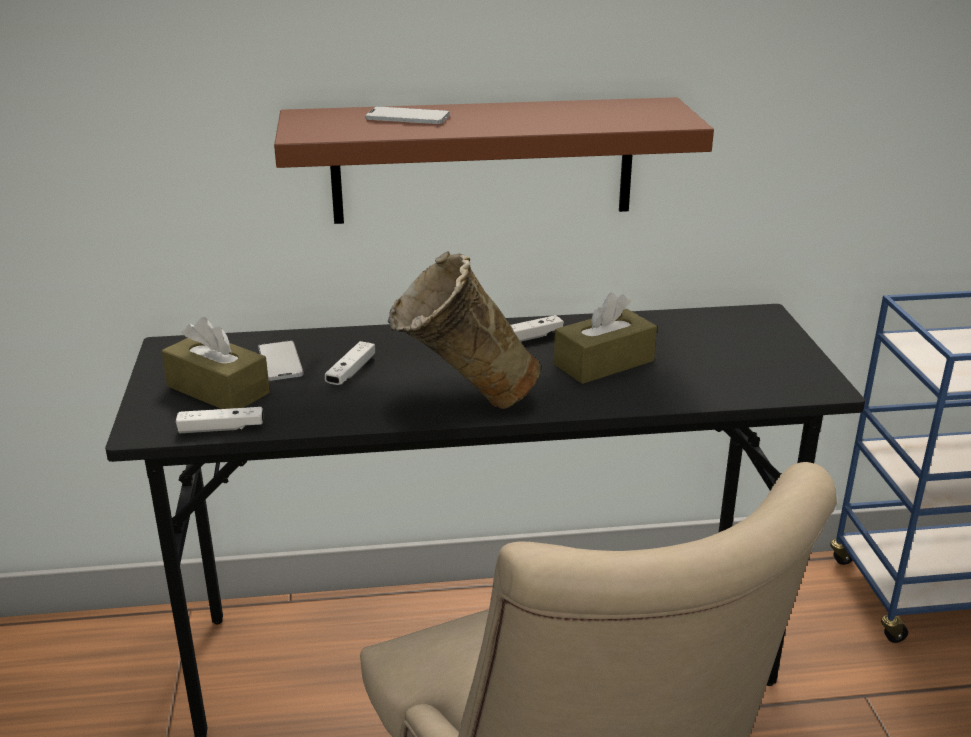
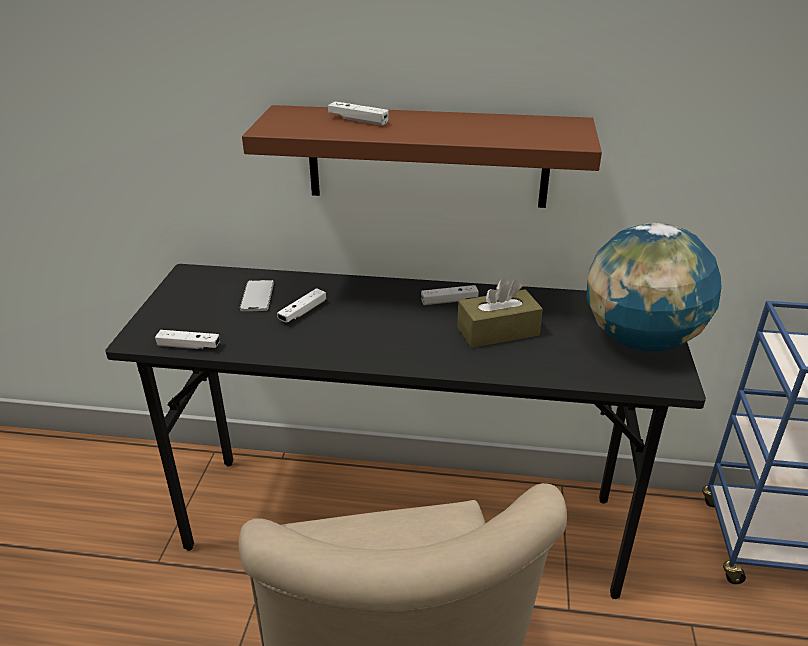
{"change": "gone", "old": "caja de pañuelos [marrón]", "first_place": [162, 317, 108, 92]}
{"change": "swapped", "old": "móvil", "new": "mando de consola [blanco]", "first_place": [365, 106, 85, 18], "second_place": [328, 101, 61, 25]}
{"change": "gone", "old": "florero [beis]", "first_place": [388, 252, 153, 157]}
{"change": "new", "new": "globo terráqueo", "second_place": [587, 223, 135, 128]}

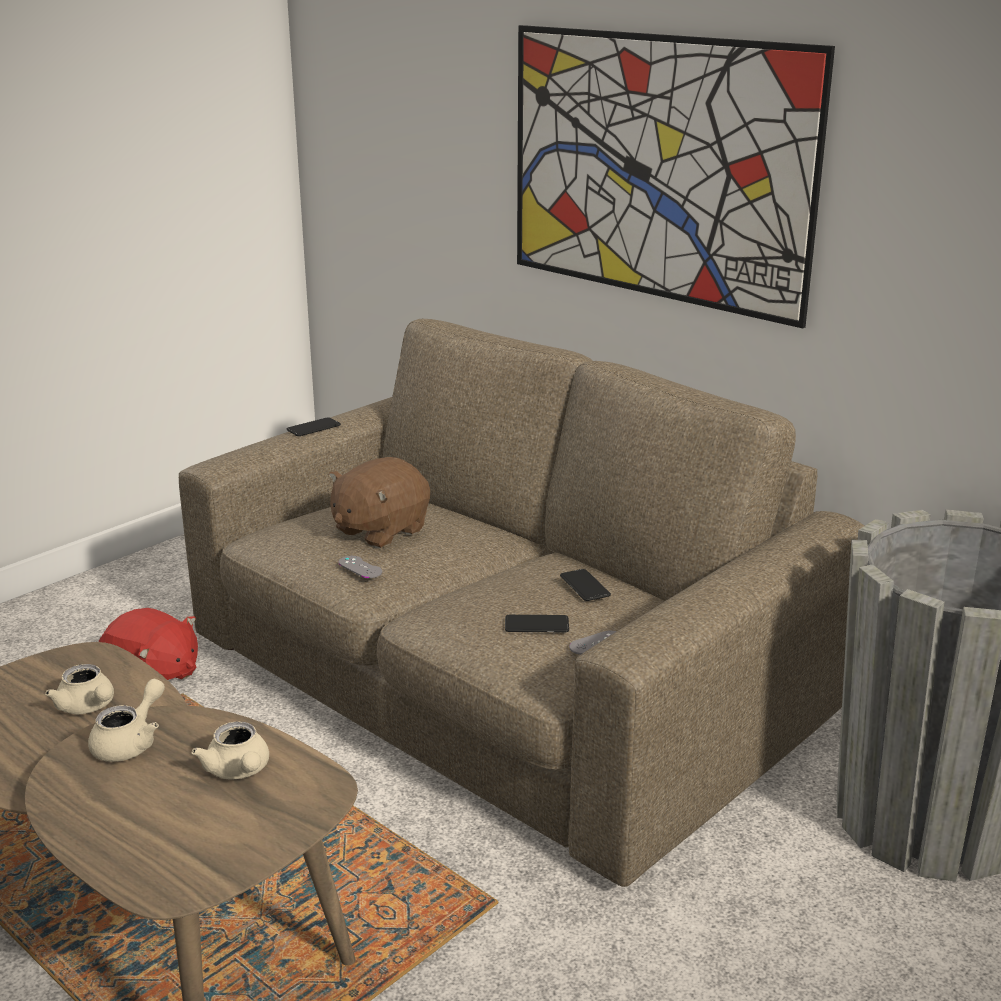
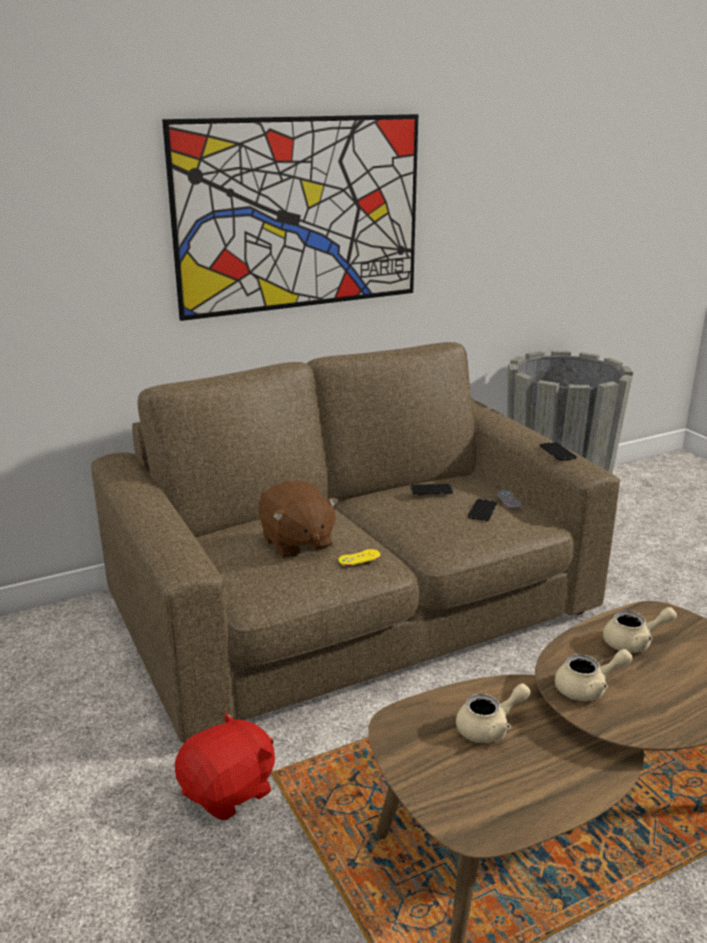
{"change": "rotated", "old": "tetera [beis]", "first_place": [88, 679, 77, 83], "second_place": [555, 649, 77, 52], "degrees": 120}
{"change": "shifted", "old": "móvil", "first_place": [286, 417, 55, 19], "second_place": [539, 442, 38, 19]}
{"change": "repainted", "old": "mando de consola [gris]", "new": "mando de consola [amarillo]", "first_place": [339, 556, 43, 22], "second_place": [338, 549, 43, 17]}

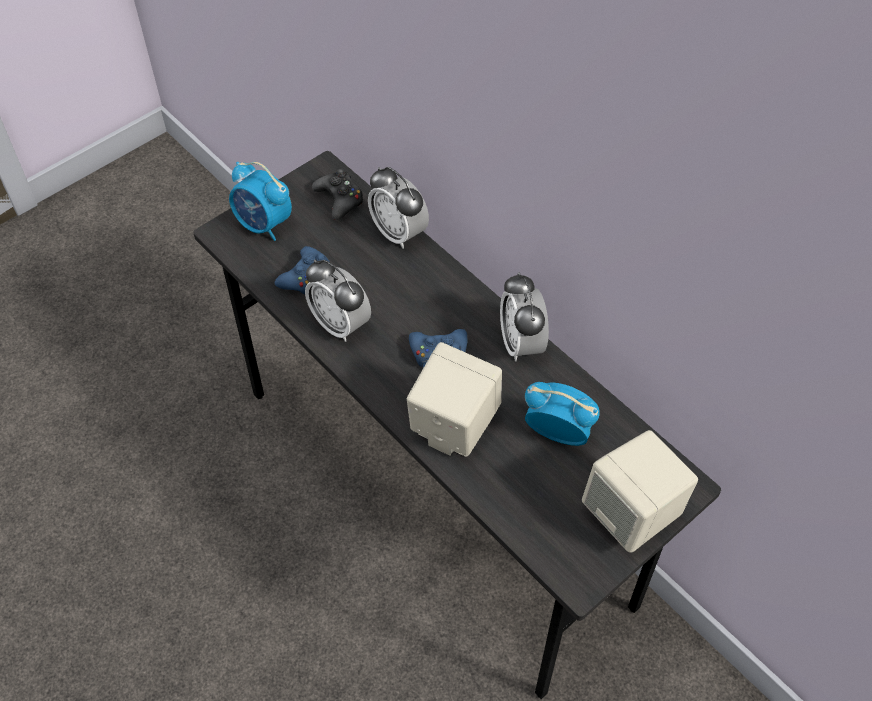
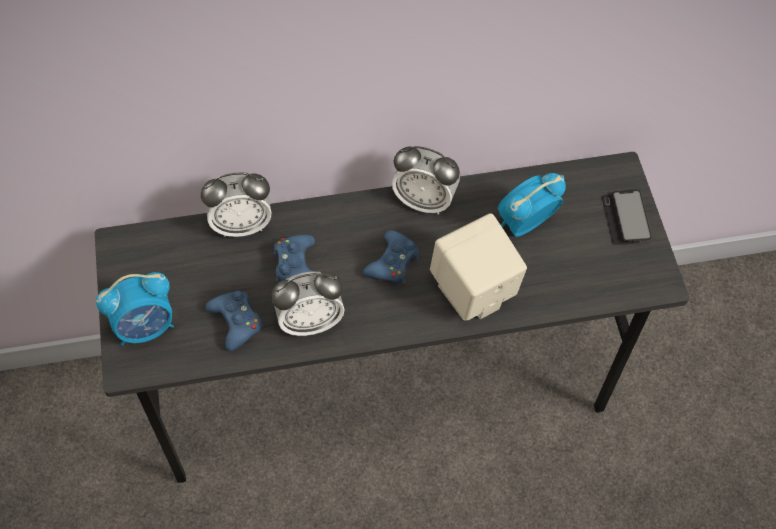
{"change": "gone", "old": "mando de consola [negro]", "first_place": [312, 169, 52, 51]}
{"change": "swapped", "old": "altavoz [beis]", "new": "móvil", "first_place": [582, 430, 116, 122], "second_place": [601, 190, 51, 55]}
{"change": "new", "new": "mando de consola [azul]", "second_place": [274, 235, 41, 47]}

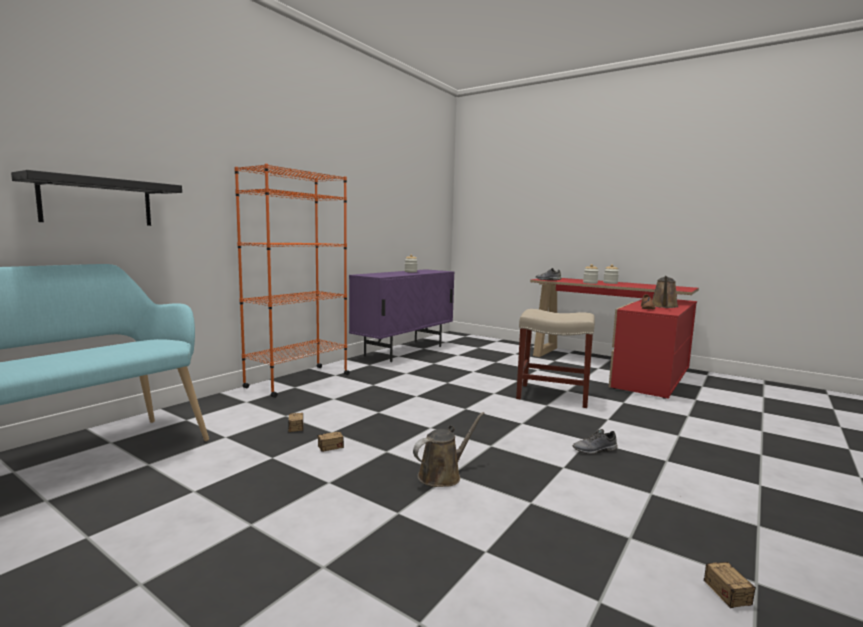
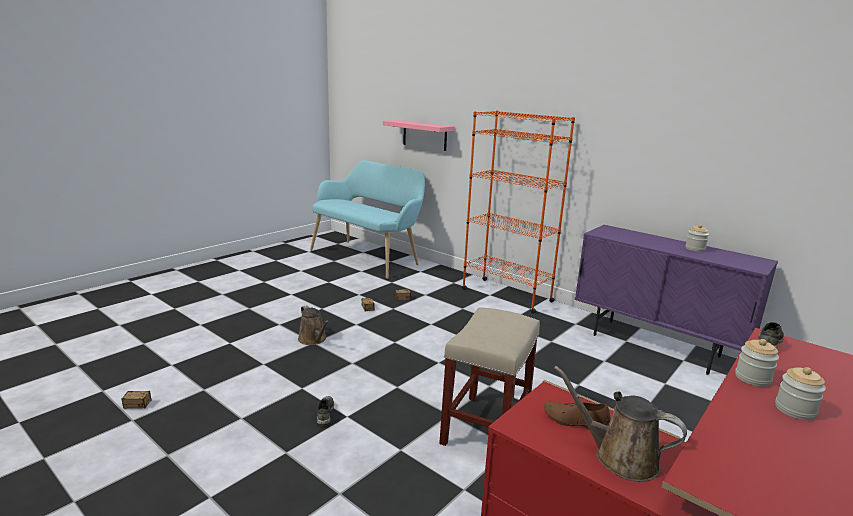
{"change": "repainted", "old": "estante [negro]", "new": "estante [rosa]", "first_place": [11, 170, 171, 56], "second_place": [383, 120, 72, 31]}

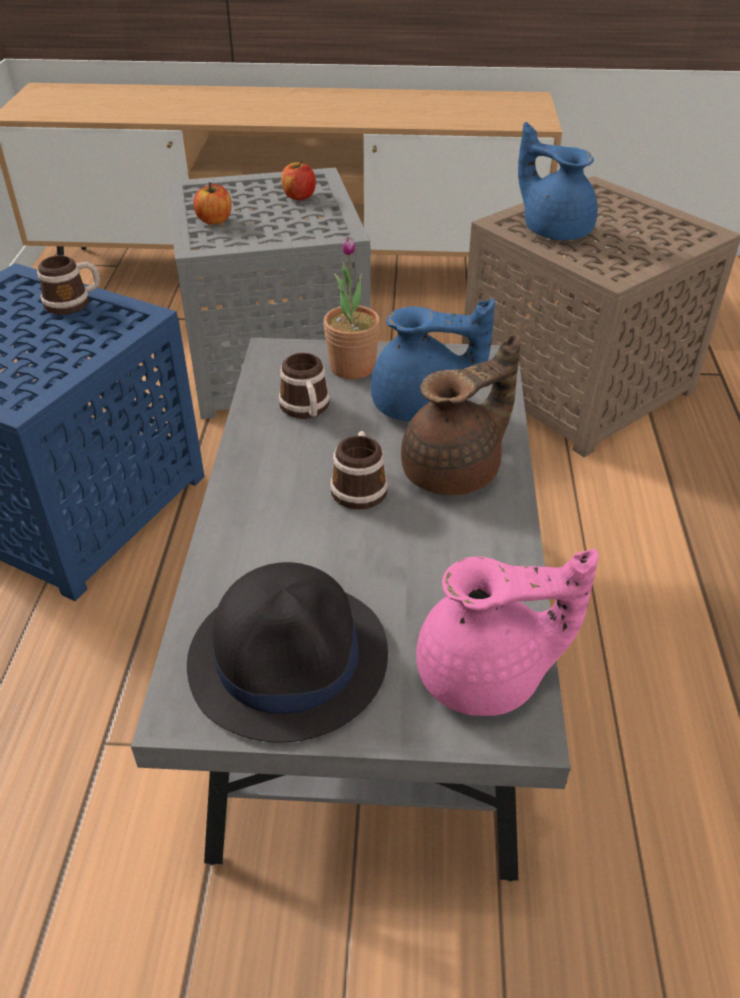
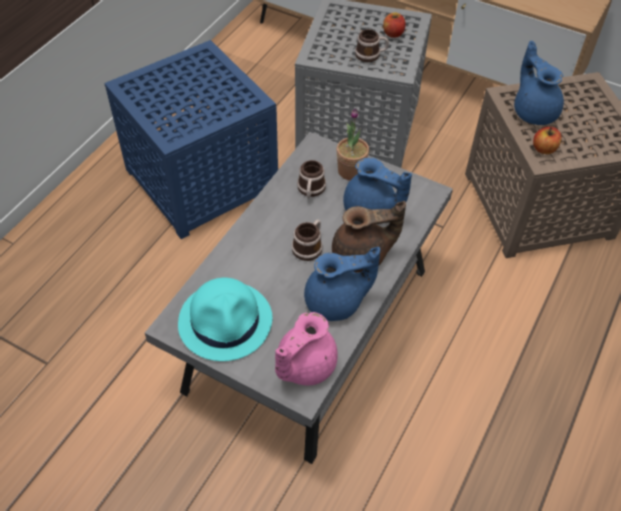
{"change": "shifted", "old": "taza grande", "first_place": [37, 255, 63, 60], "second_place": [355, 29, 34, 33]}
{"change": "repainted", "old": "sombrero [negro]", "new": "sombrero [turquesa]", "first_place": [187, 562, 201, 180], "second_place": [178, 278, 94, 83]}
{"change": "shifted", "old": "manzana", "first_place": [194, 182, 37, 43], "second_place": [533, 127, 29, 27]}
{"change": "rotated", "old": "tetera [rosa]", "first_place": [416, 549, 182, 167], "second_place": [275, 312, 63, 73], "degrees": 105}
{"change": "new", "new": "tetera [azul]", "second_place": [304, 247, 76, 74]}

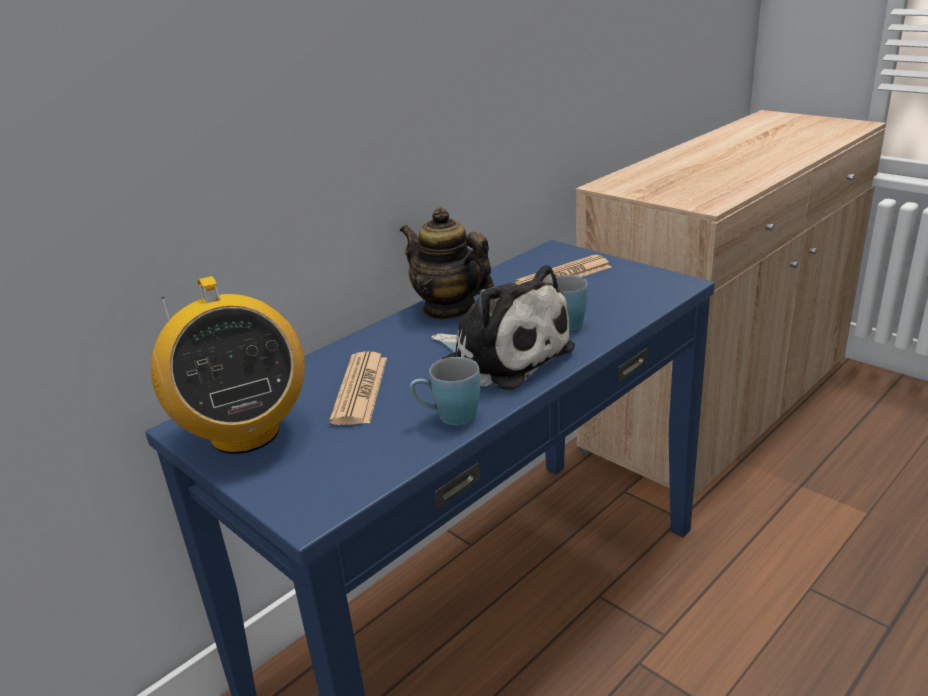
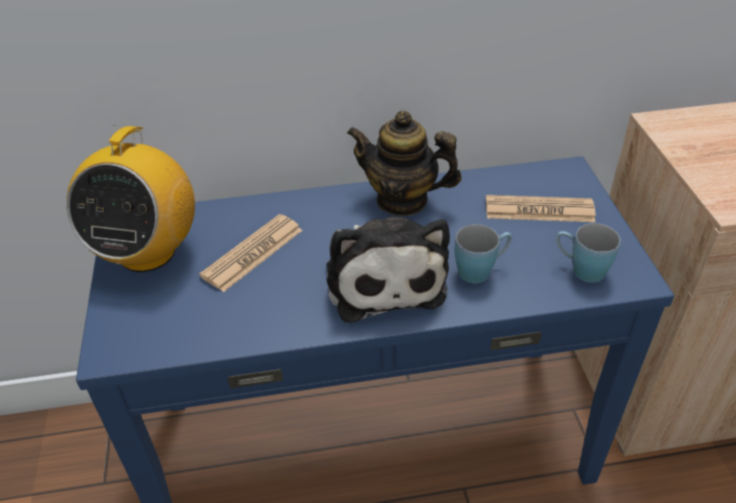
{"change": "rotated", "old": "tetera", "first_place": [400, 207, 94, 113], "second_place": [347, 111, 115, 105], "degrees": -60}
{"change": "shifted", "old": "taza grande [azul]", "first_place": [410, 357, 70, 68], "second_place": [556, 223, 65, 59]}

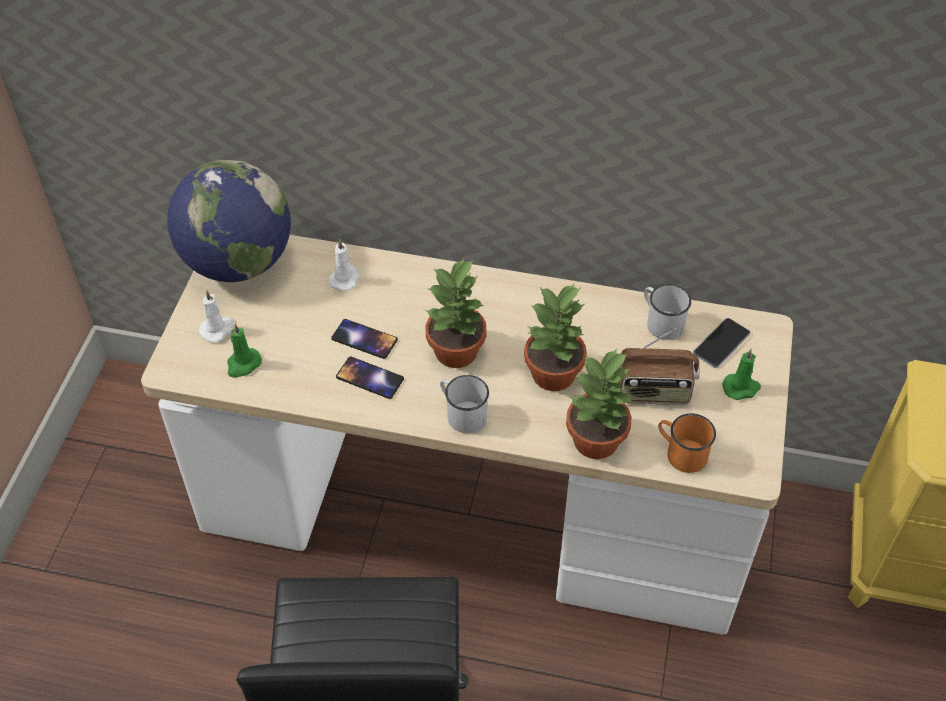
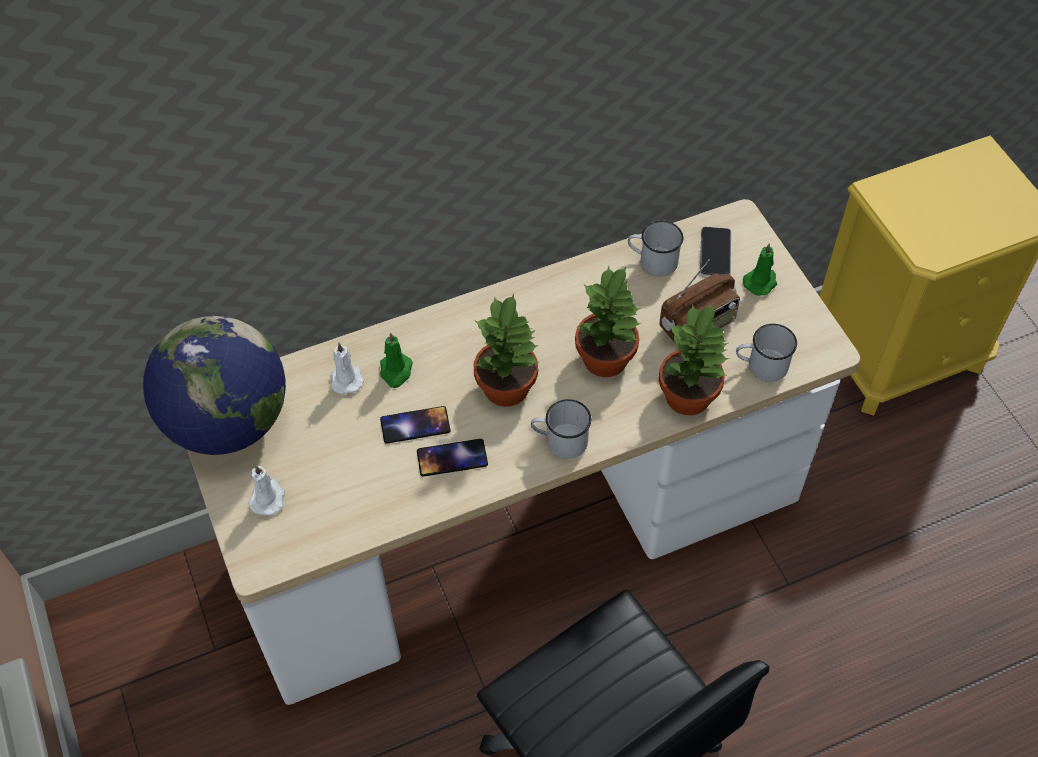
{"change": "shifted", "old": "vela [verde]", "first_place": [227, 323, 35, 55], "second_place": [380, 332, 33, 56]}
{"change": "repainted", "old": "taza grande [naranja]", "new": "taza grande [blanco]", "first_place": [658, 413, 58, 60], "second_place": [736, 324, 61, 58]}

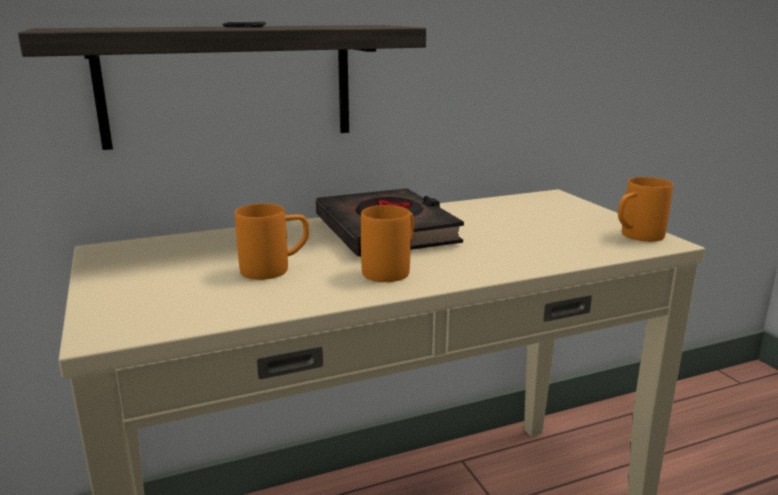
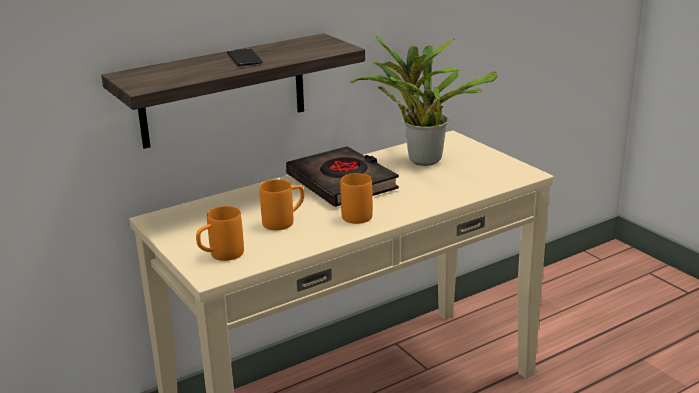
{"change": "shifted", "old": "taza grande [naranja]", "first_place": [618, 177, 55, 65], "second_place": [196, 206, 48, 55]}
{"change": "new", "new": "planta en maceta", "second_place": [350, 36, 148, 130]}

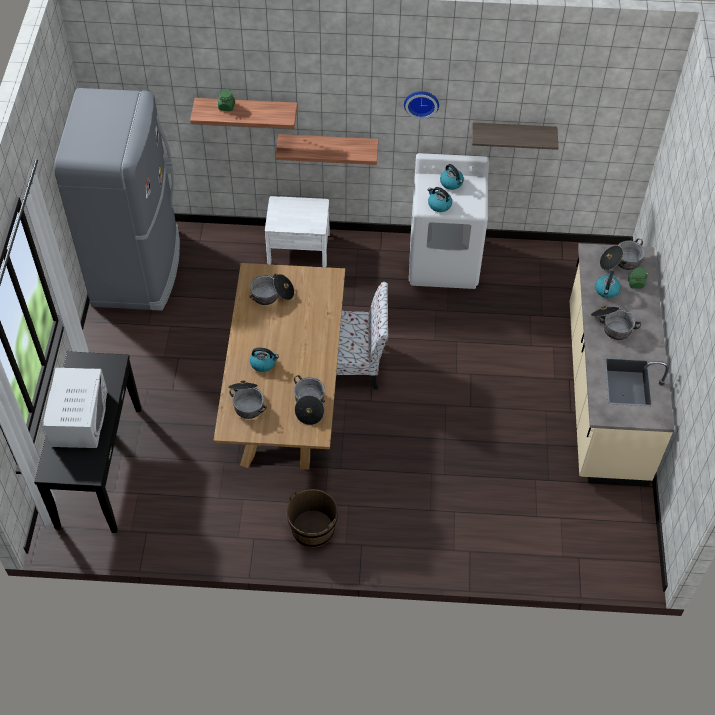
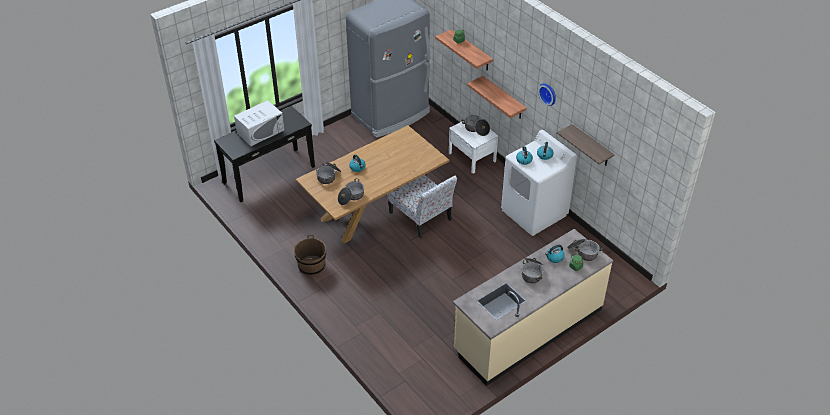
{"change": "shifted", "old": "olla", "first_place": [249, 274, 45, 31], "second_place": [461, 115, 29, 21]}

